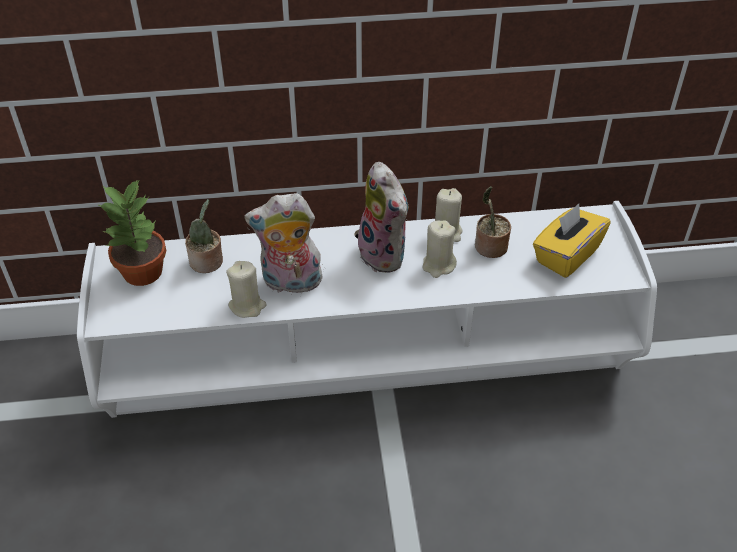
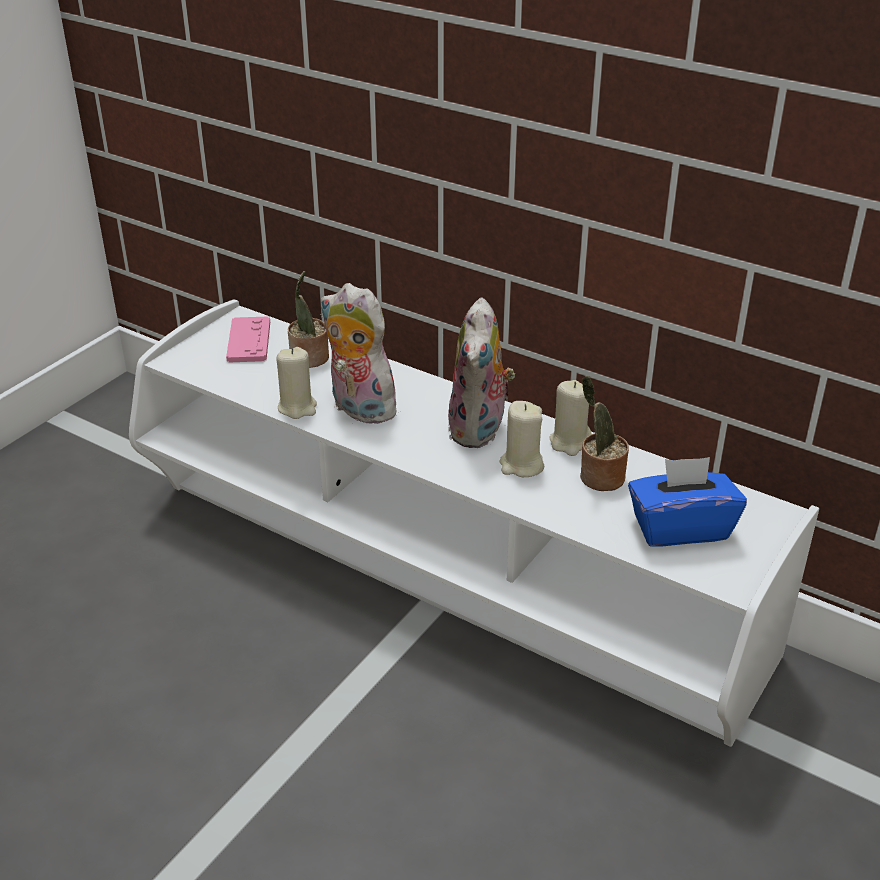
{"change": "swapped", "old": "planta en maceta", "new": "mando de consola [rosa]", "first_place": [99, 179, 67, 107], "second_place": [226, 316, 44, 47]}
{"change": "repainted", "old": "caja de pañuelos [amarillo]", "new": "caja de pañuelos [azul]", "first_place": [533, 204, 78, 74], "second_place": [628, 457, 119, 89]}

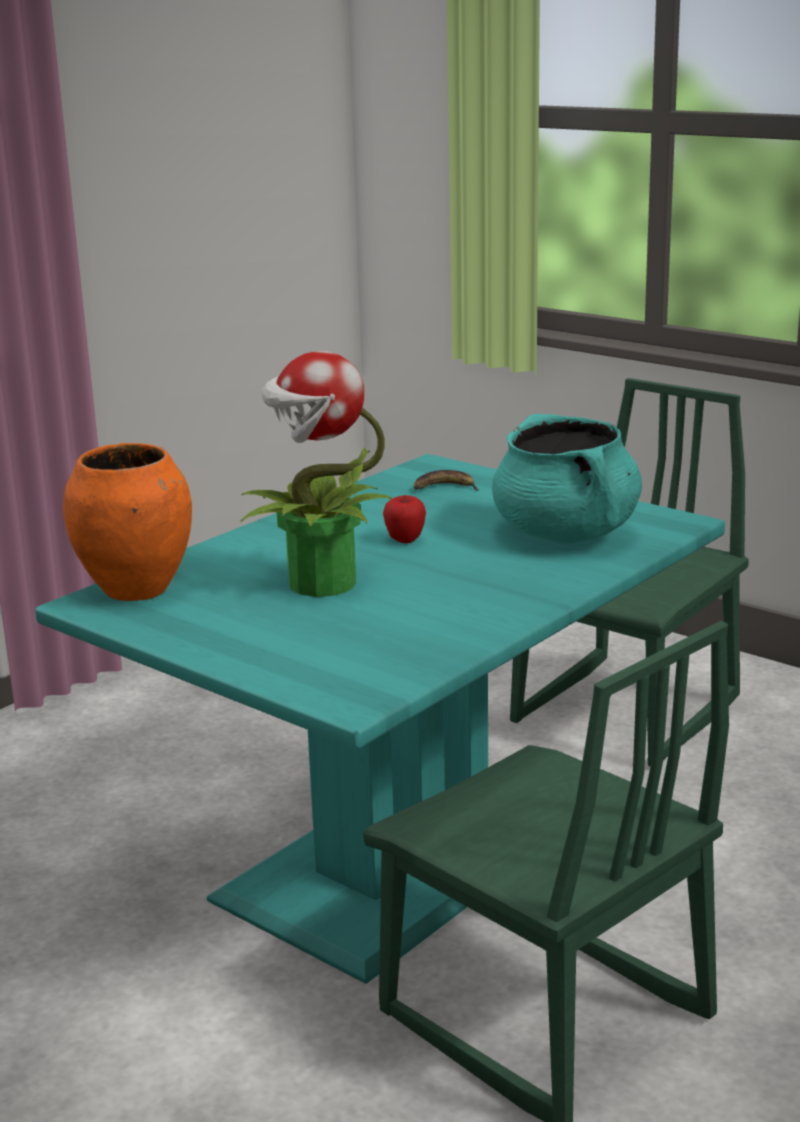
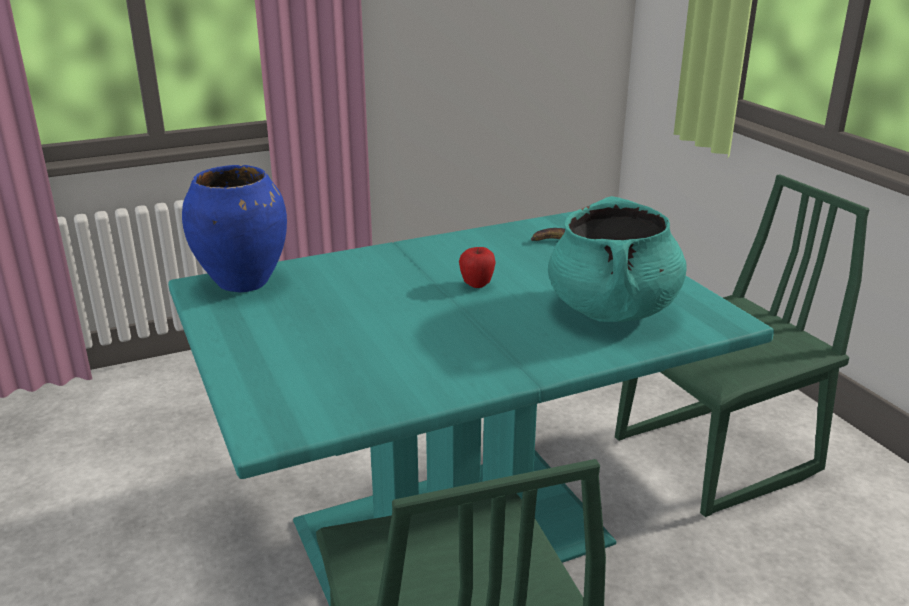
{"change": "repainted", "old": "florero [naranja]", "new": "florero [azul]", "first_place": [63, 443, 129, 158], "second_place": [182, 165, 105, 128]}
{"change": "gone", "old": "planta en maceta", "first_place": [240, 351, 153, 246]}

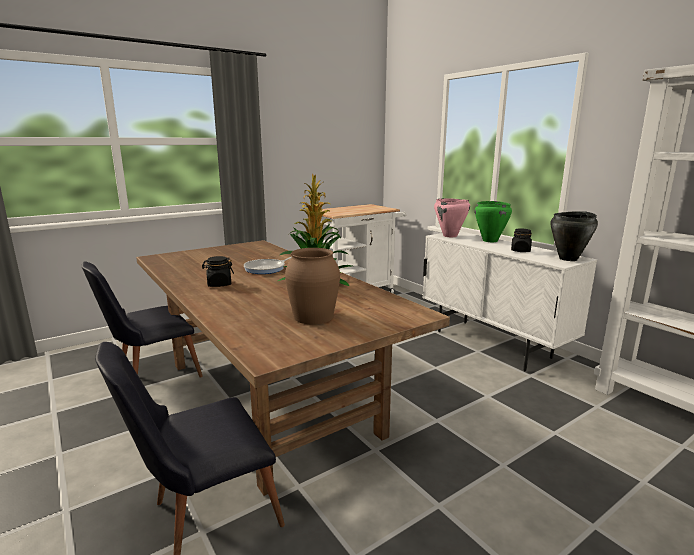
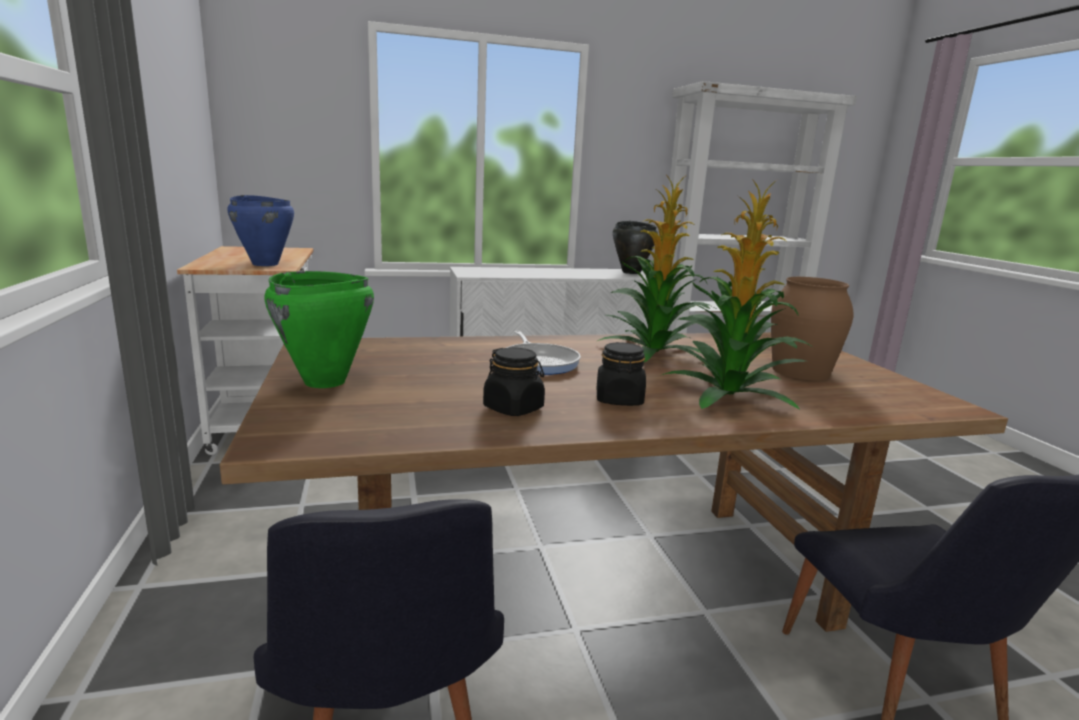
{"change": "gone", "old": "olla [rosa]", "first_place": [434, 198, 36, 39]}
{"change": "shifted", "old": "olla [verde]", "first_place": [475, 201, 37, 41], "second_place": [264, 271, 110, 117]}
{"change": "shifted", "old": "tarro [negro]", "first_place": [511, 229, 21, 23], "second_place": [483, 347, 62, 69]}
{"change": "new", "new": "olla [azul]", "second_place": [227, 195, 67, 71]}
{"change": "new", "new": "planta en maceta", "second_place": [662, 179, 152, 231]}

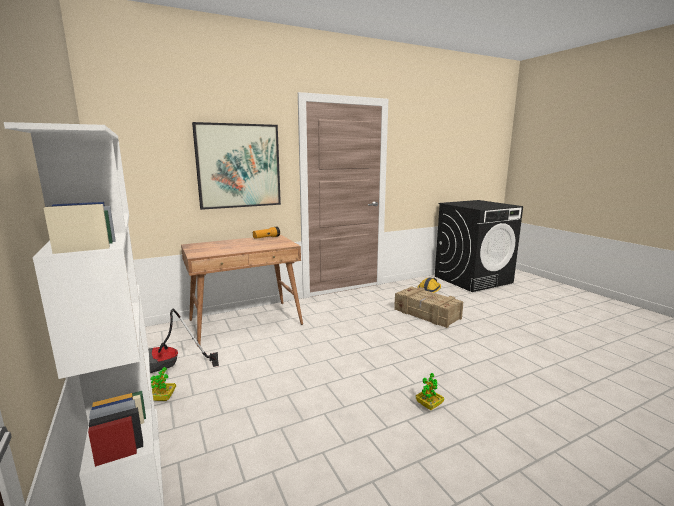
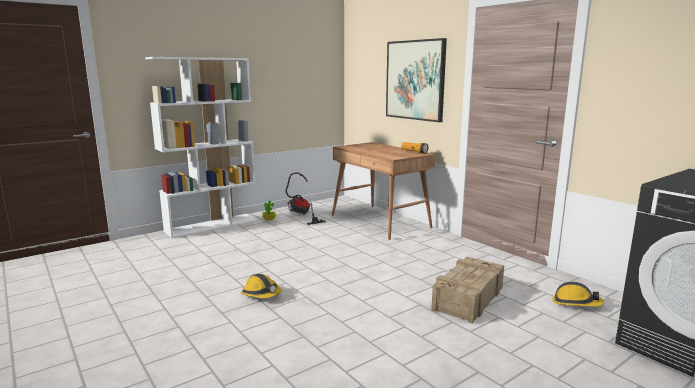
{"change": "swapped", "old": "planta en maceta", "new": "casco", "first_place": [416, 373, 28, 37], "second_place": [241, 274, 41, 24]}

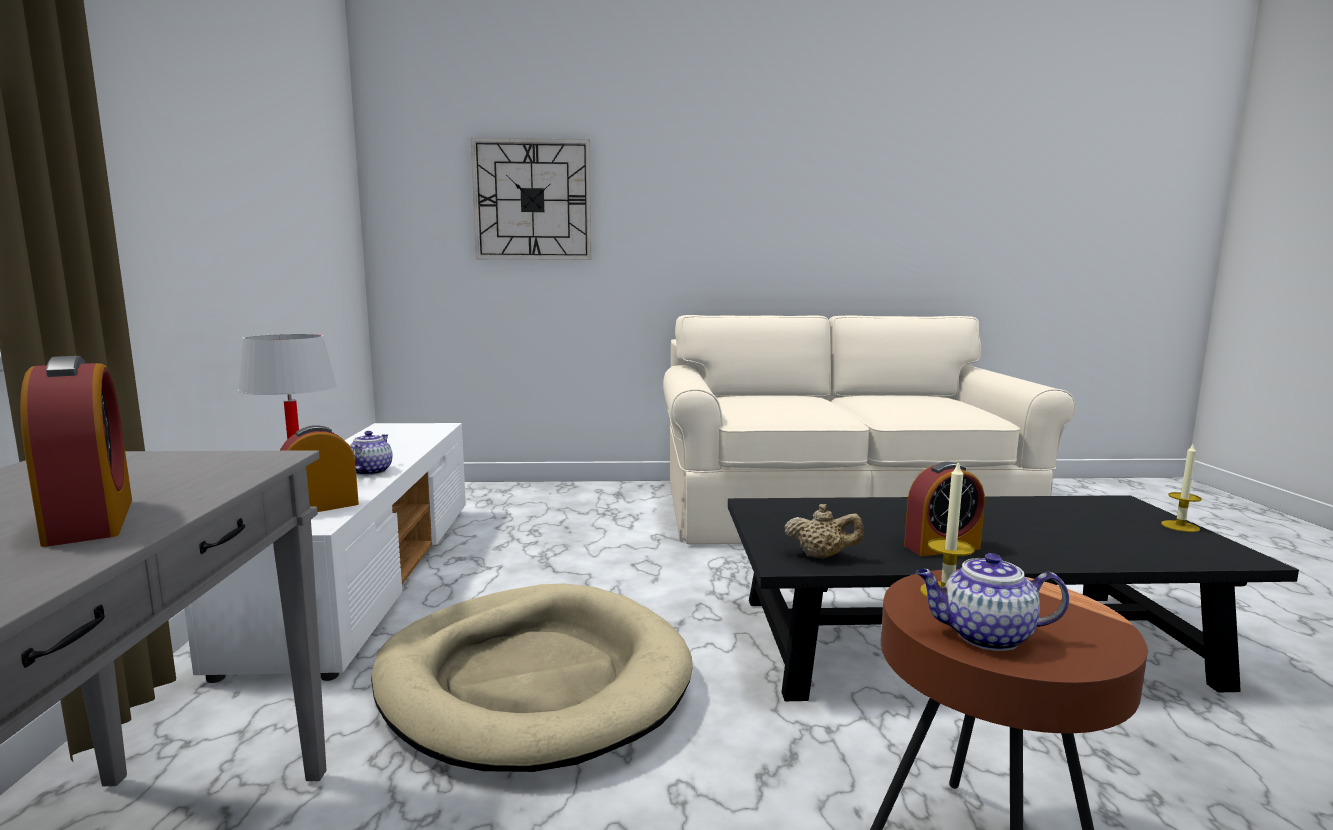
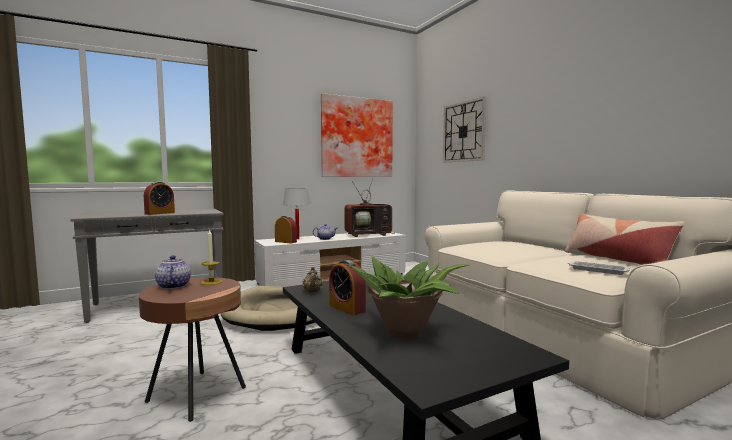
{"change": "gone", "old": "vela", "first_place": [1161, 444, 41, 88]}
{"change": "new", "new": "cuadro", "second_place": [321, 93, 72, 84]}
{"change": "new", "new": "televisor", "second_place": [344, 178, 50, 59]}
{"change": "new", "new": "planta en maceta", "second_place": [345, 256, 124, 84]}
{"change": "new", "new": "cojín", "second_place": [565, 213, 120, 52]}
{"change": "new", "new": "bandeja [blanco]", "second_place": [568, 261, 62, 14]}

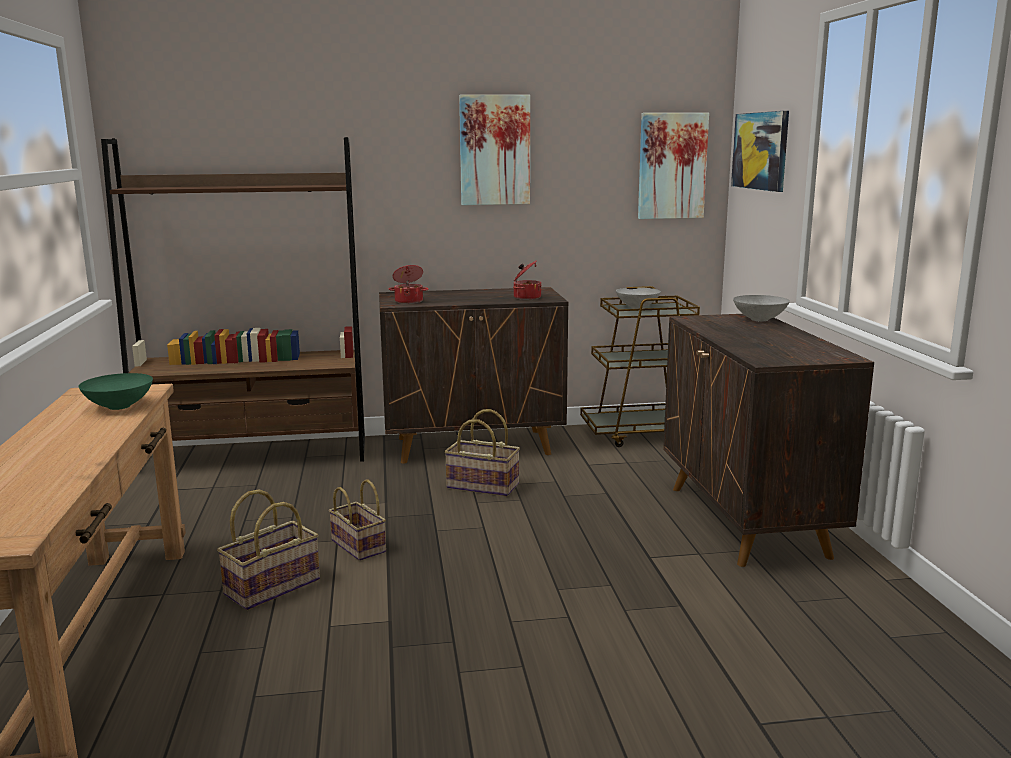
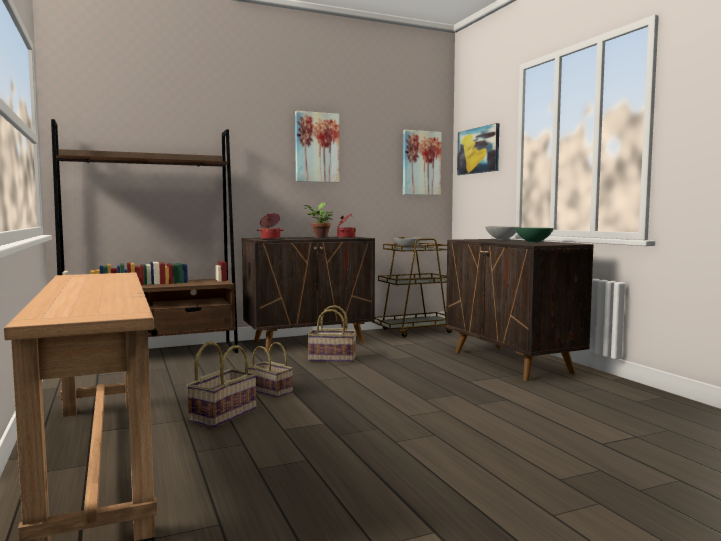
{"change": "shifted", "old": "cuenco [verde]", "first_place": [78, 373, 75, 37], "second_place": [515, 228, 39, 14]}
{"change": "new", "new": "planta en maceta", "second_place": [304, 203, 29, 35]}

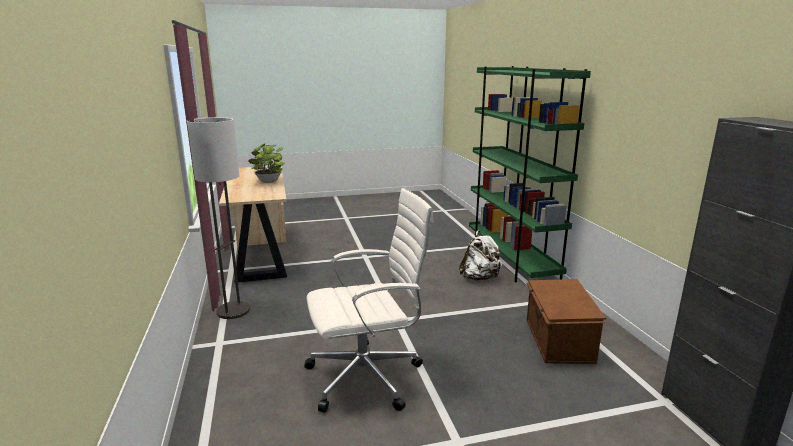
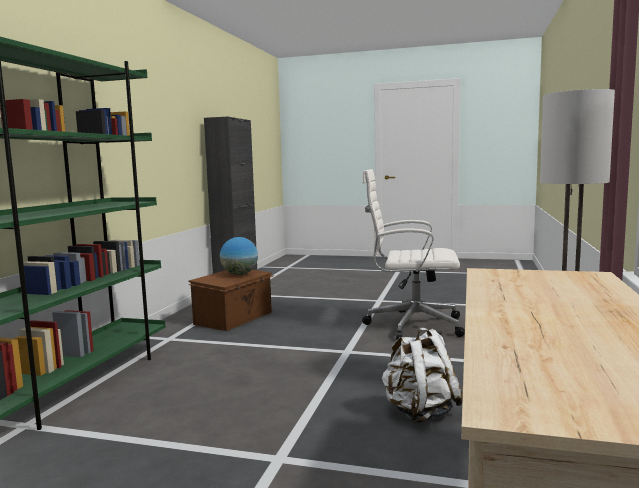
{"change": "gone", "old": "planta en maceta", "first_place": [248, 143, 37, 40]}
{"change": "shifted", "old": "mochila [blanco]", "first_place": [459, 230, 43, 51], "second_place": [382, 328, 81, 95]}
{"change": "new", "new": "globo terráqueo", "second_place": [220, 237, 38, 38]}

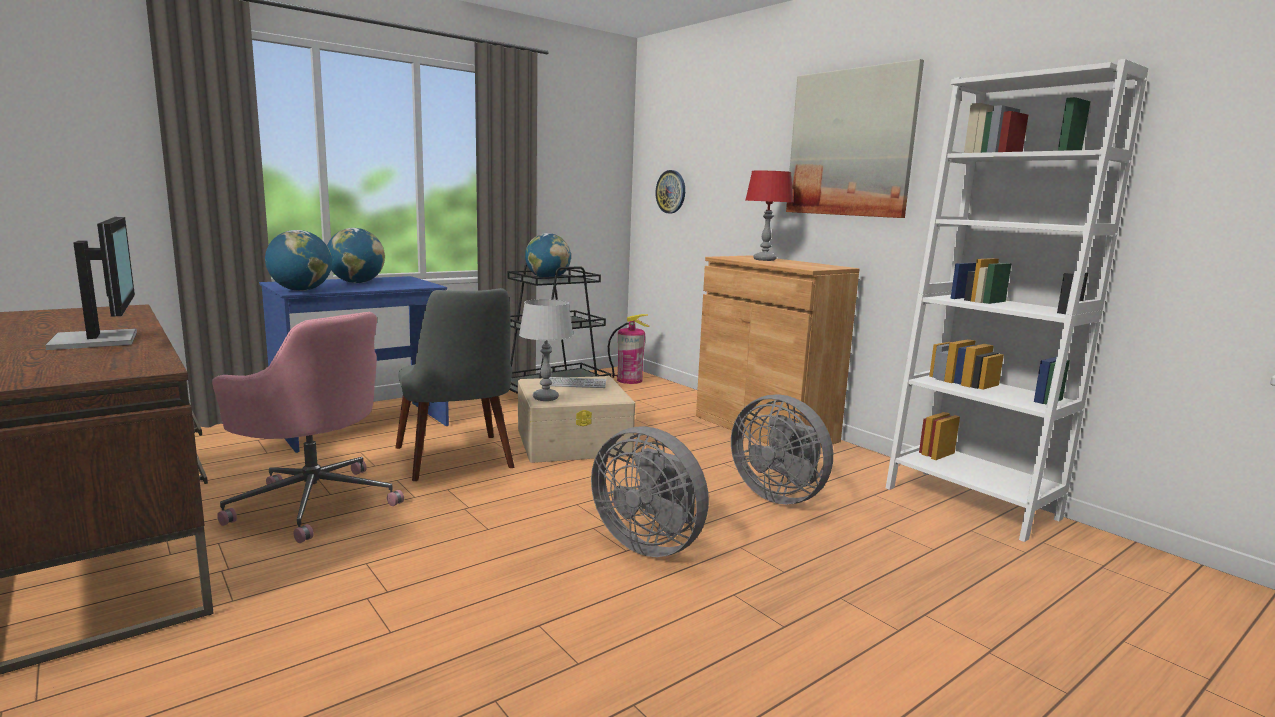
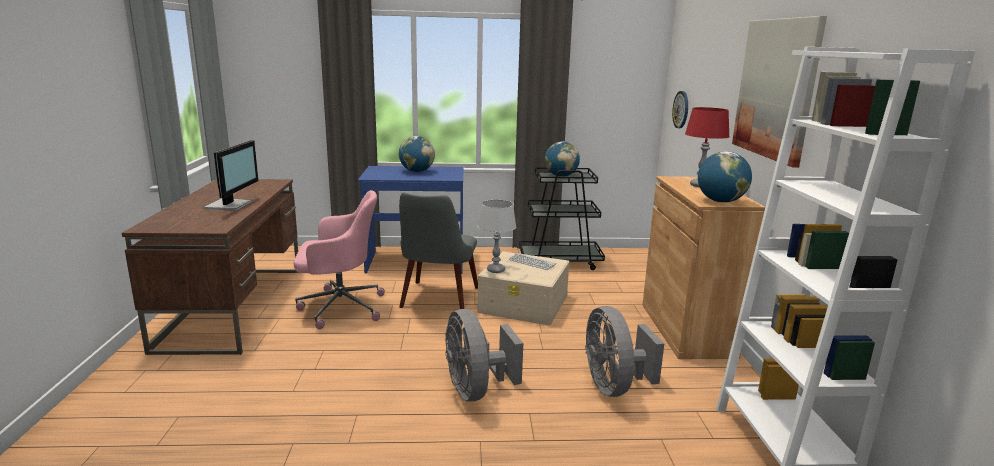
{"change": "rotated", "old": "silla de oficina [rosa]", "first_place": [212, 312, 192, 231], "second_place": [294, 190, 91, 139], "degrees": -75}
{"change": "shifted", "old": "globo terráqueo", "first_place": [265, 230, 67, 61], "second_place": [698, 151, 54, 52]}
{"change": "gone", "old": "extintor", "first_place": [608, 314, 42, 70]}

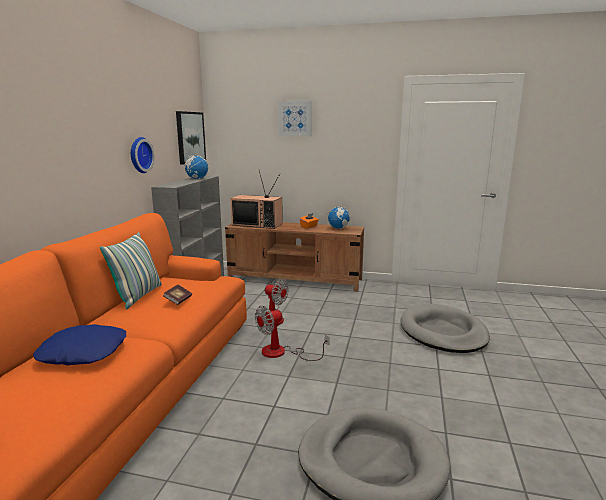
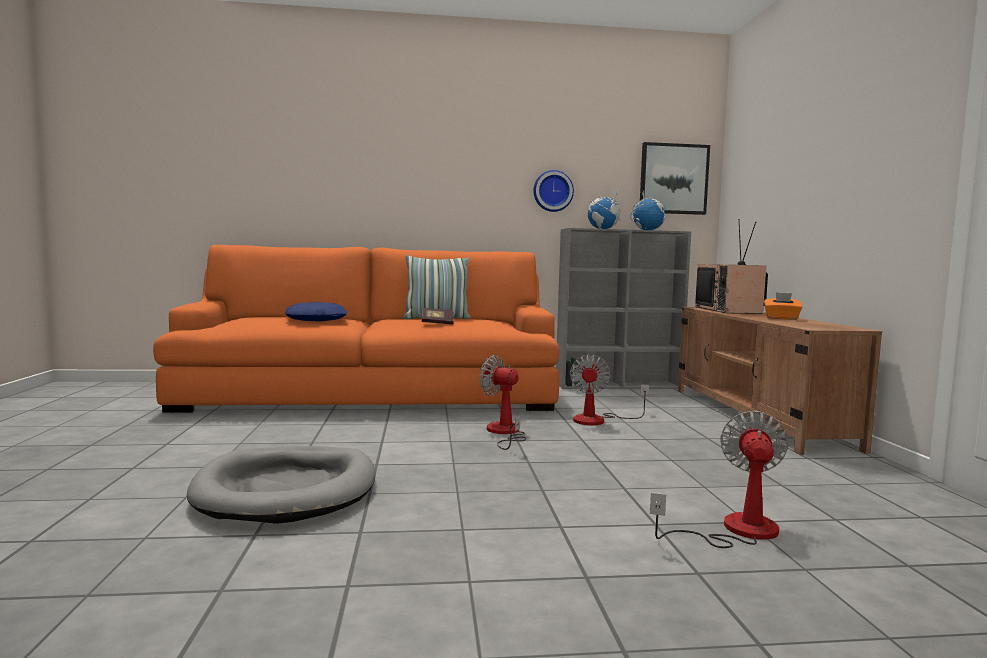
{"change": "gone", "old": "cuadro", "first_place": [278, 101, 34, 35]}
{"change": "shifted", "old": "globo terráqueo", "first_place": [327, 200, 24, 29], "second_place": [588, 188, 33, 41]}
{"change": "swapped", "old": "cama para perro [gris]", "new": "ventilador", "first_place": [401, 304, 89, 49], "second_place": [650, 411, 139, 137]}

